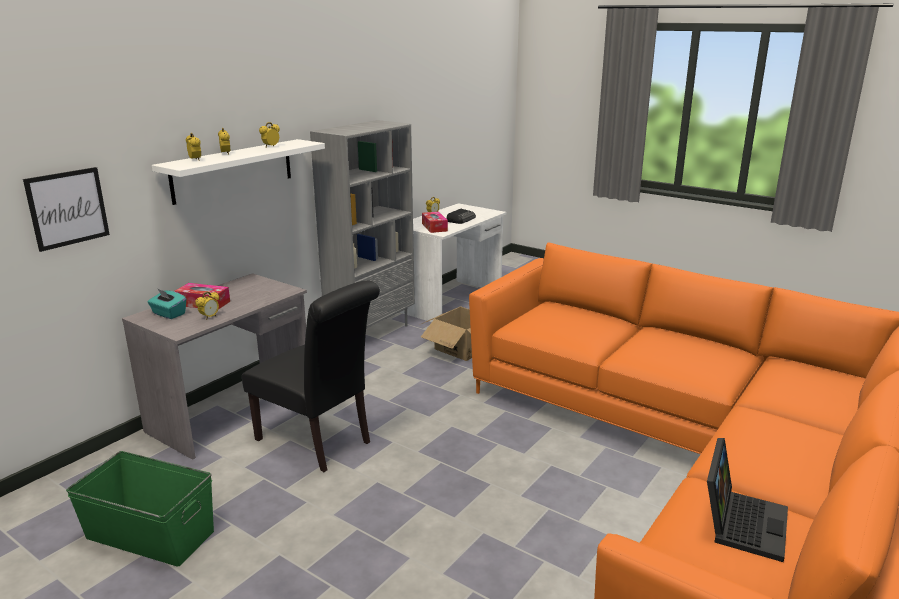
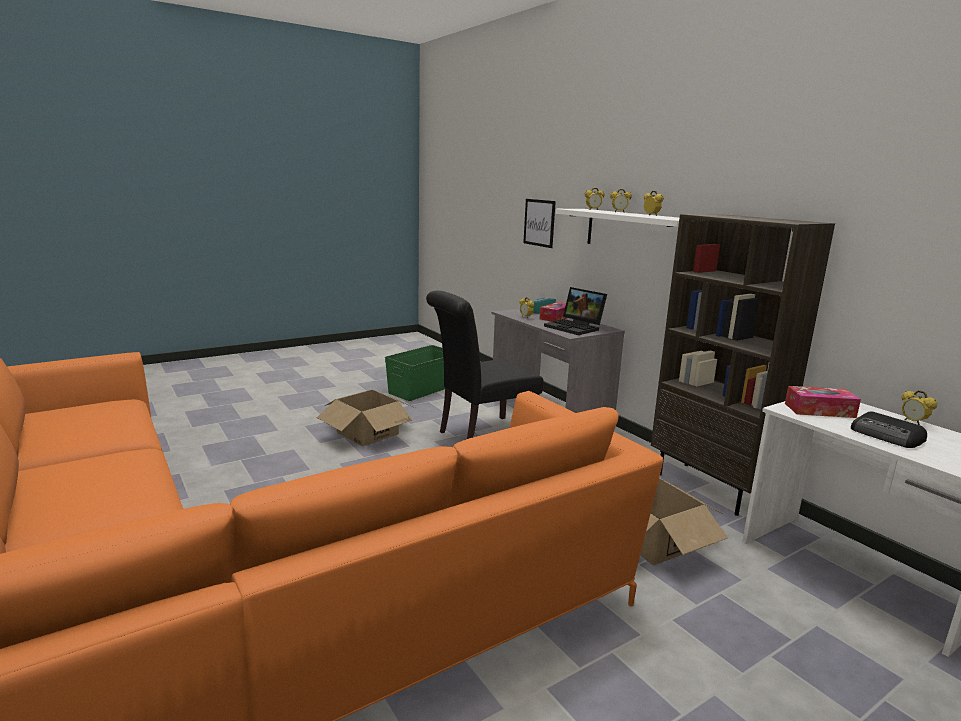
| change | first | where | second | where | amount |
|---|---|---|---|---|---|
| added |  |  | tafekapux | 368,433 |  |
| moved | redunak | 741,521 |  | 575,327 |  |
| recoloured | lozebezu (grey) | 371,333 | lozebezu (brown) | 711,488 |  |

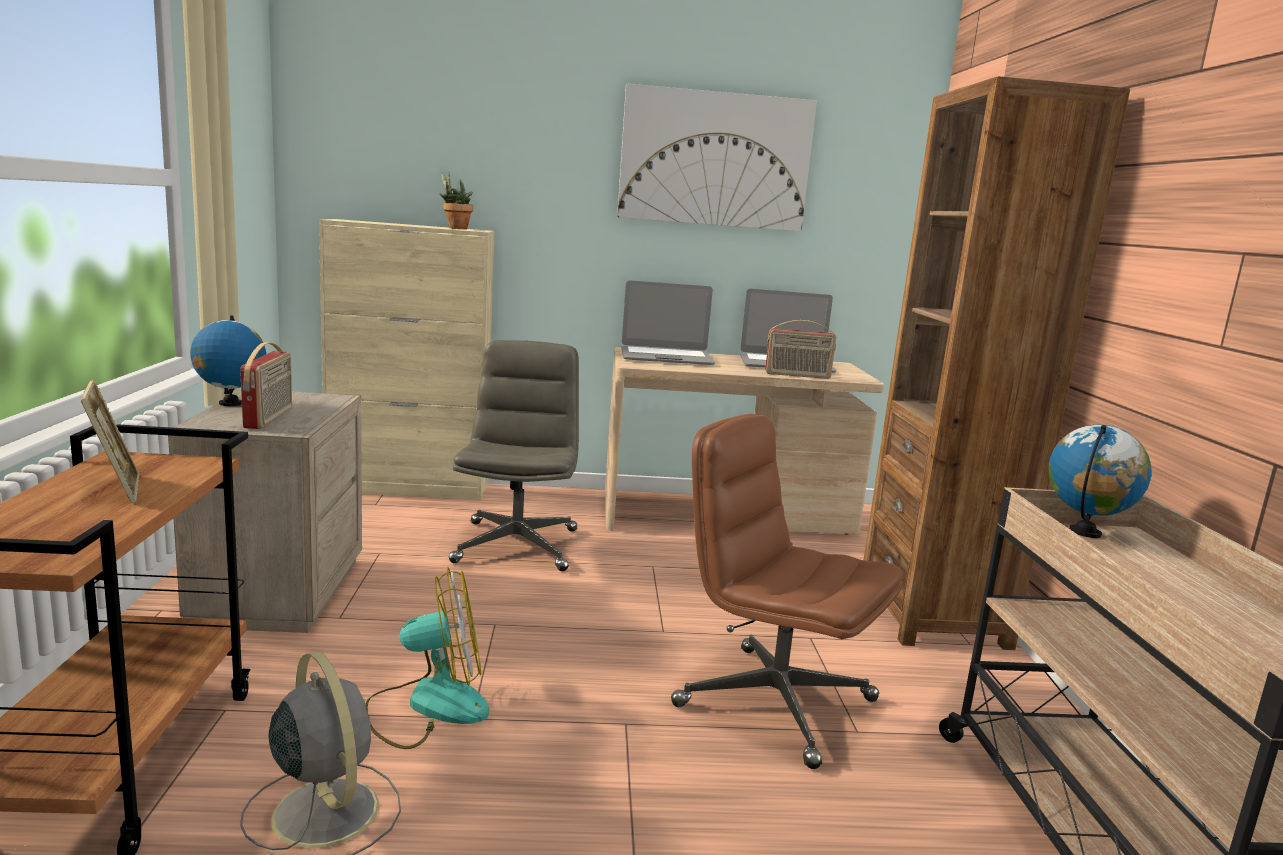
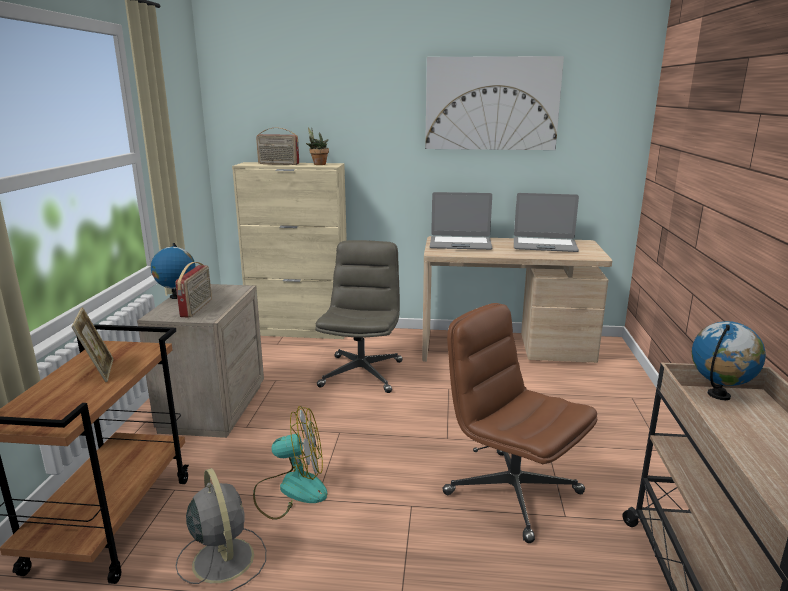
| change | first | where | second | where | amount |
|---|---|---|---|---|---|
| removed | lozebezu (brown) | 932,615 |  |  |  |
| moved | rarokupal | 797,375 |  | 278,164 |  |

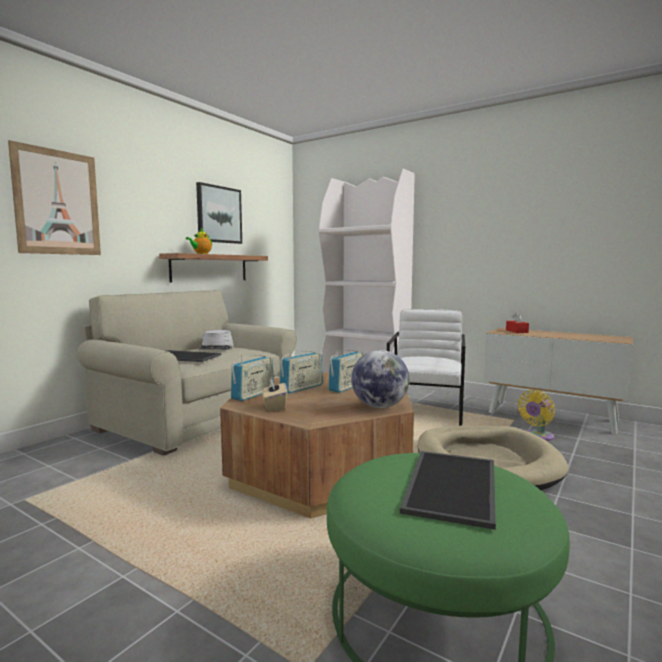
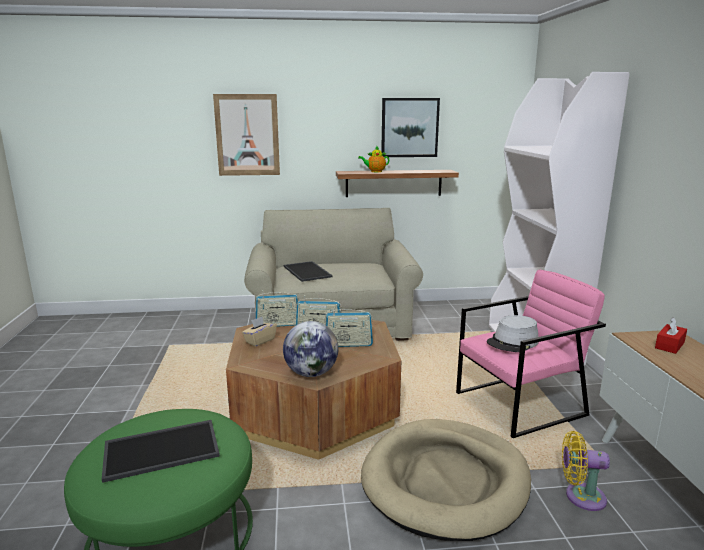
| change | first | where | second | where | amount |
|---|---|---|---|---|---|
| moved | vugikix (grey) | 217,348 |  | 513,342 |  |
| recoloured | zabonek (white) | 426,413 | zabonek (pink) | 520,404 |  |

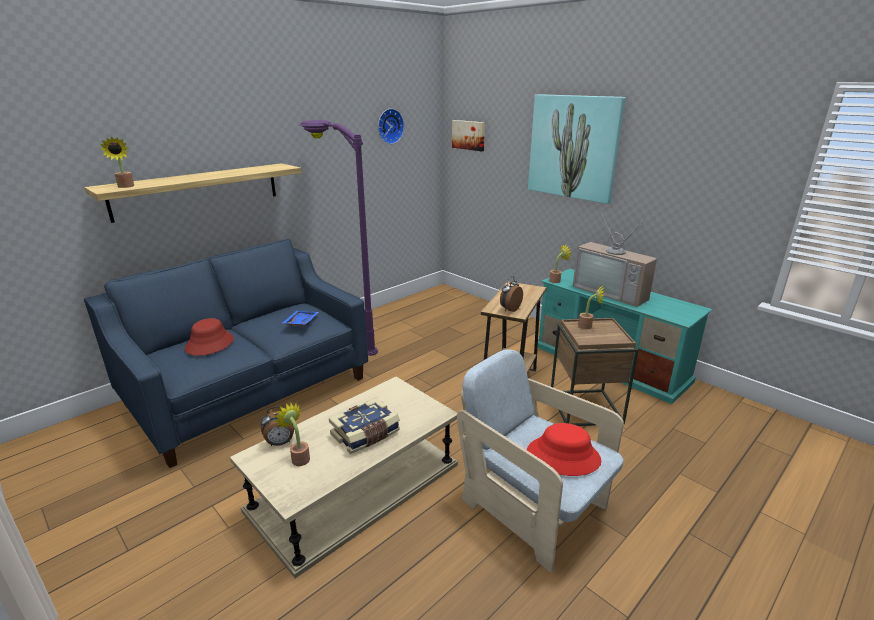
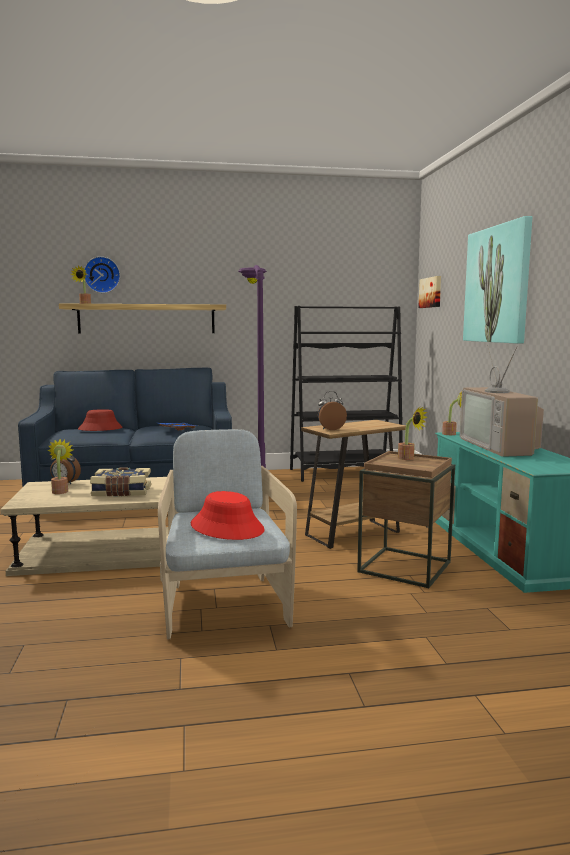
| change | first | where | second | where | amount |
|---|---|---|---|---|---|
| added |  |  | lozebezu (black) | 345,473 |  |
| moved | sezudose | 389,126 |  | 102,275 |  |

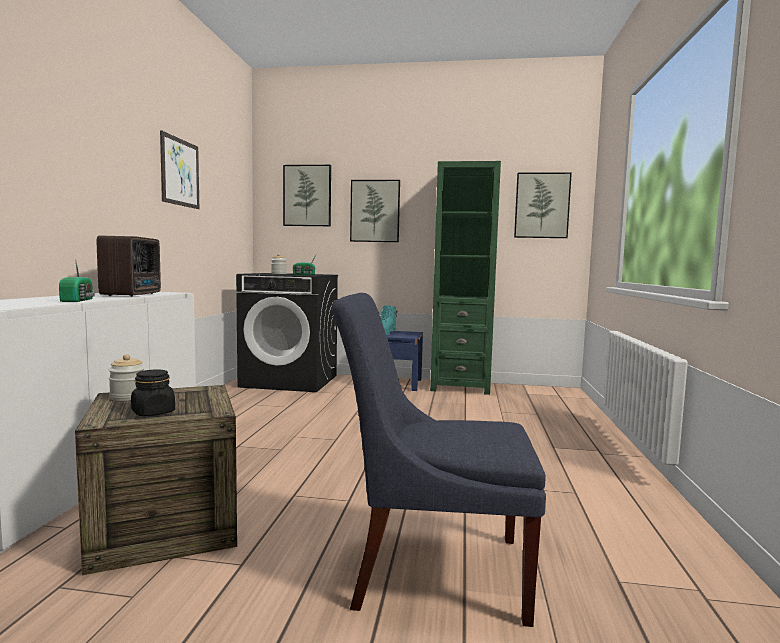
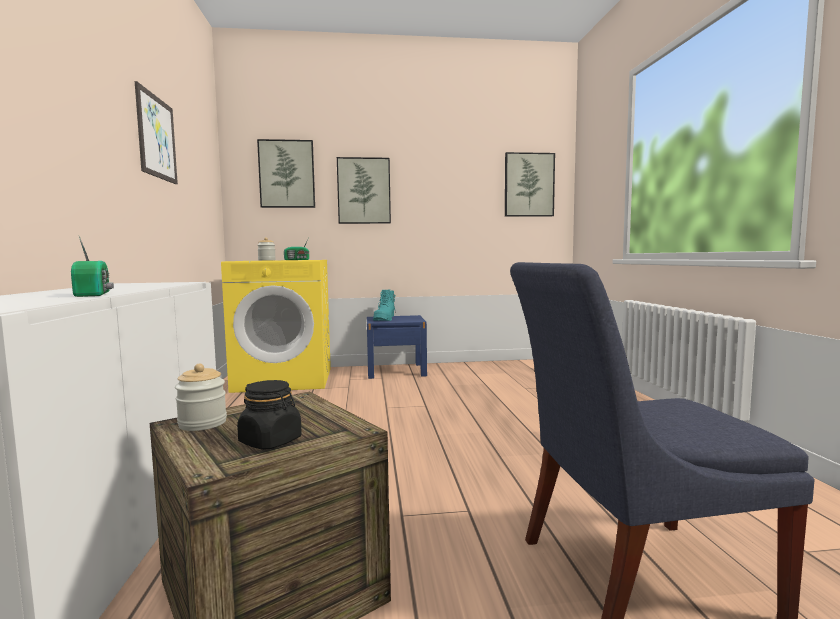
| change | first | where | second | where | amount |
|---|---|---|---|---|---|
| removed | rarokupal | 134,294 |  |  |  |
| removed | lozebezu (green) | 460,387 |  |  |  |
| recoloured | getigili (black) | 290,381 | getigili (yellow) | 285,379 |  |

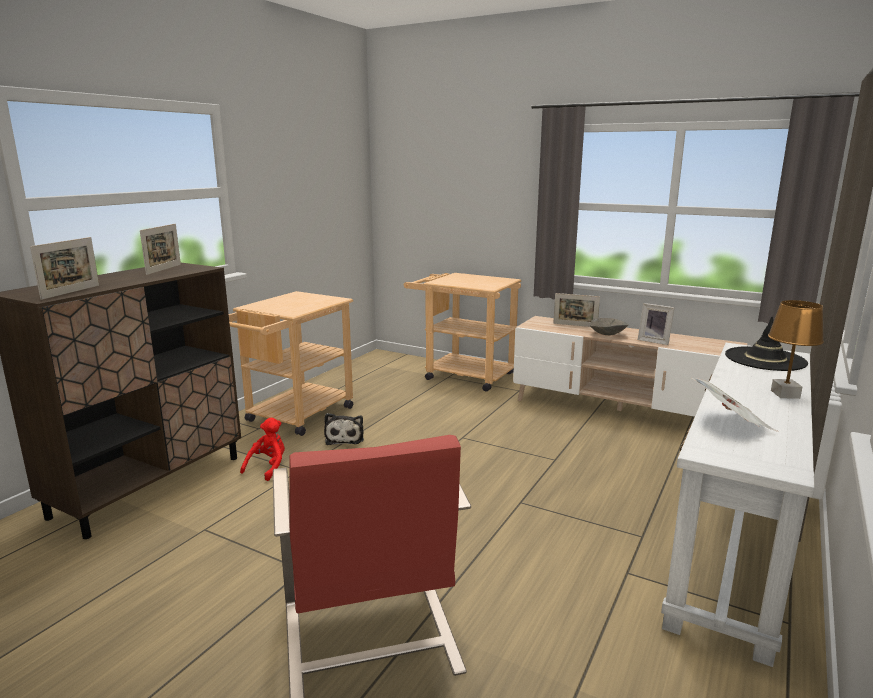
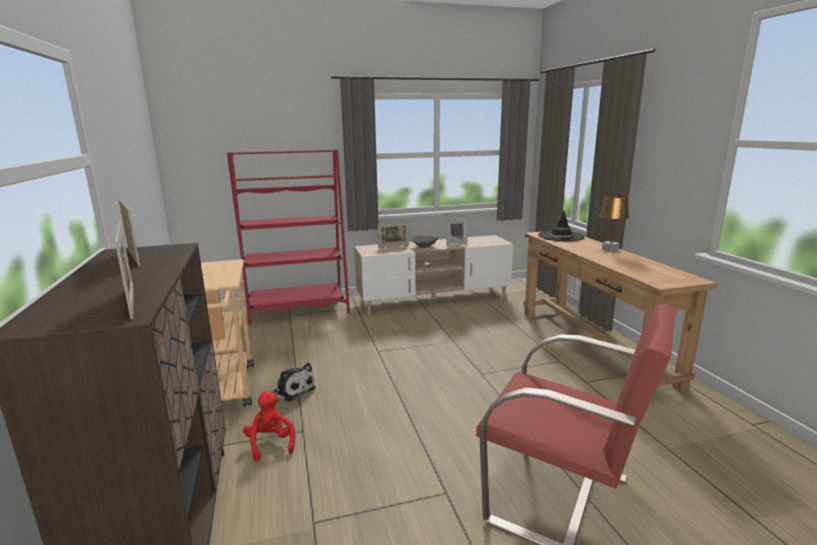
| change | first | where | second | where | amount |
|---|---|---|---|---|---|
| removed | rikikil | 731,424 |  |  |  |
| replaced | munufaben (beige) | 462,375 | lozebezu (red) | 298,310 |  |
| recoloured | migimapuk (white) | 733,543 | migimapuk (brown) | 592,345 |  |

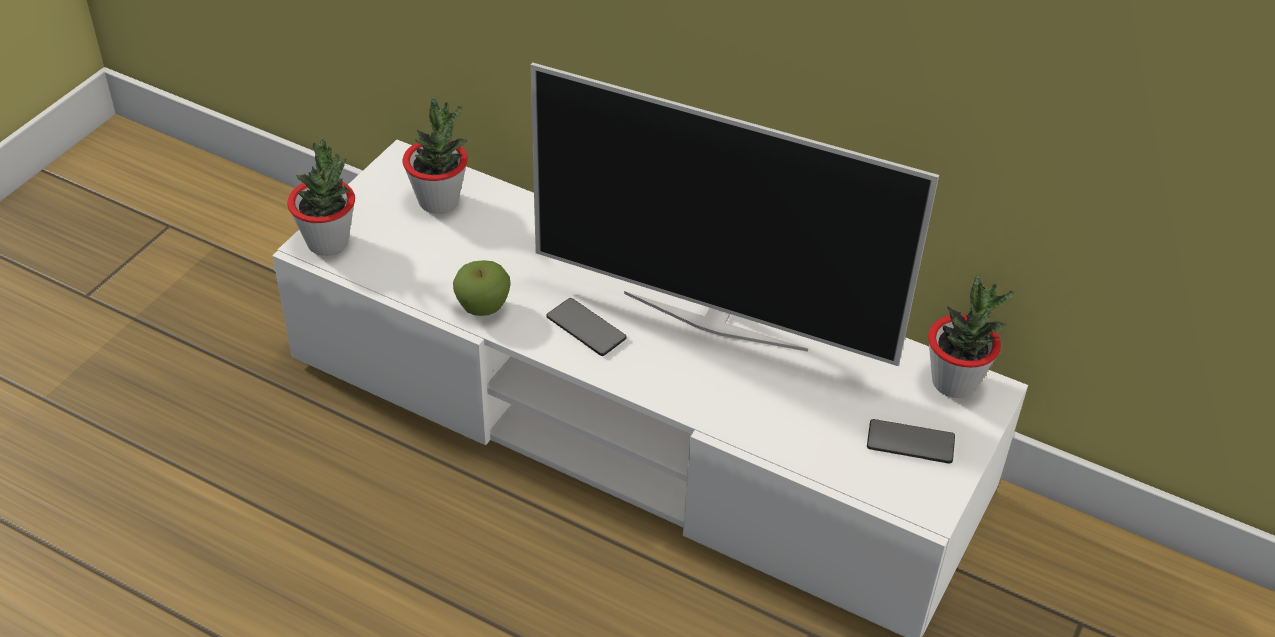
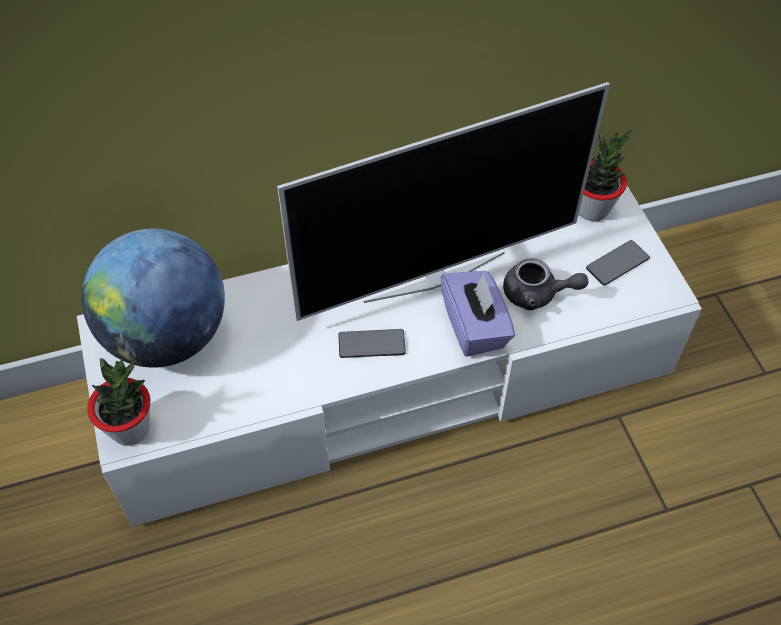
| change | first | where | second | where | amount |
|---|---|---|---|---|---|
| removed | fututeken | 483,308 |  |  |  |
| added |  |  | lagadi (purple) | 475,327 |  |
| added |  |  | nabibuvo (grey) | 537,294 |  |
| replaced | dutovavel | 439,201 | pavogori | 167,336 |  |

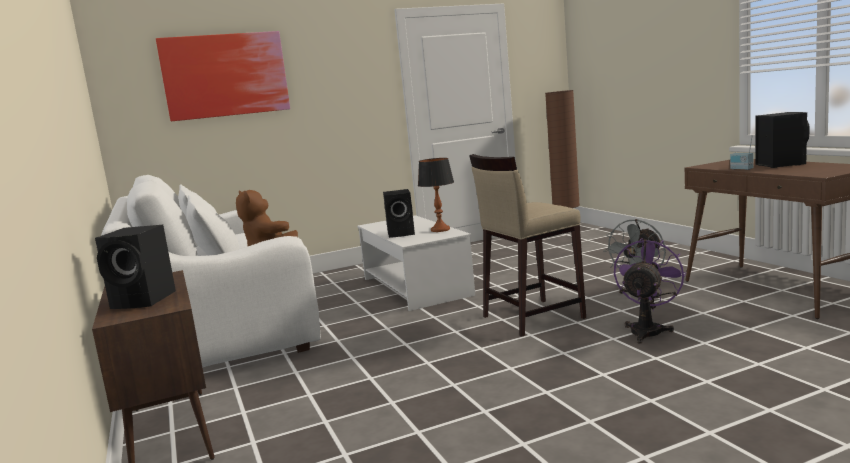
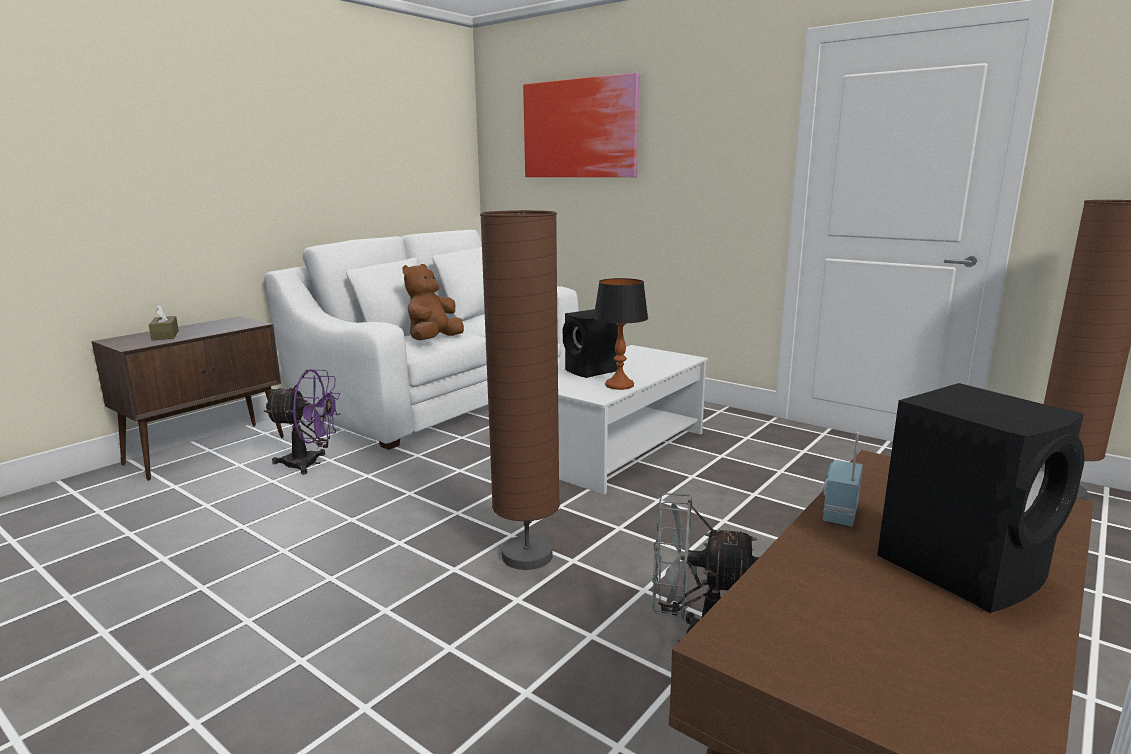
| change | first | where | second | where | amount |
|---|---|---|---|---|---|
| moved | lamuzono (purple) | 648,330 |  | 310,463 |  |
| replaced | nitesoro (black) | 145,300 | lagadi (brown) | 165,335 |  |
| replaced | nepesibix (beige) | 532,317 | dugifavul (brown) | 527,556 |  |

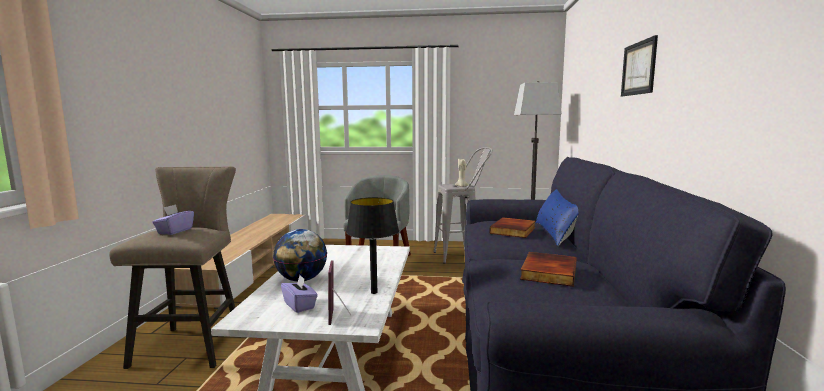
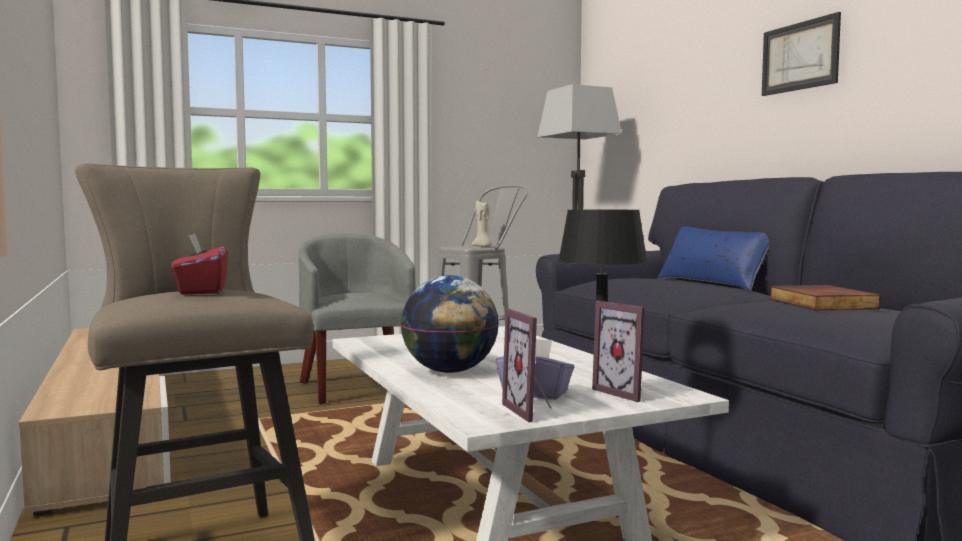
| change | first | where | second | where | amount |
|---|---|---|---|---|---|
| removed | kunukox | 514,230 |  |  |  |
| added |  |  | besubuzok | 532,411 |  |
| recoloured | lagadi (purple) | 175,231 | lagadi (red) | 201,291 |  |

